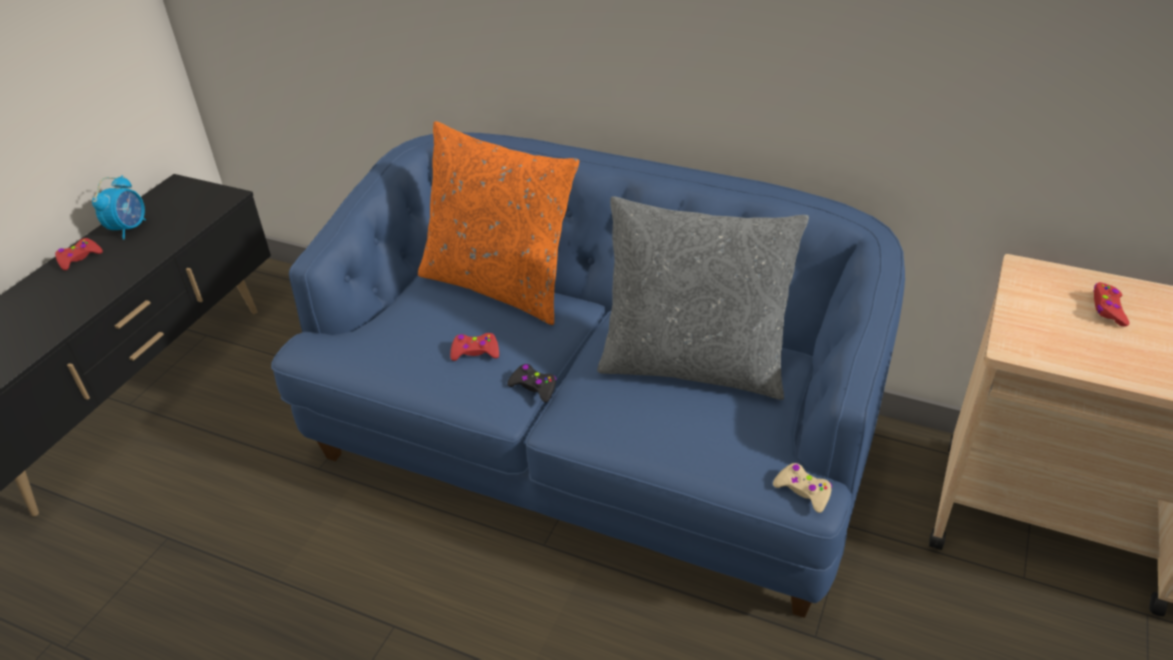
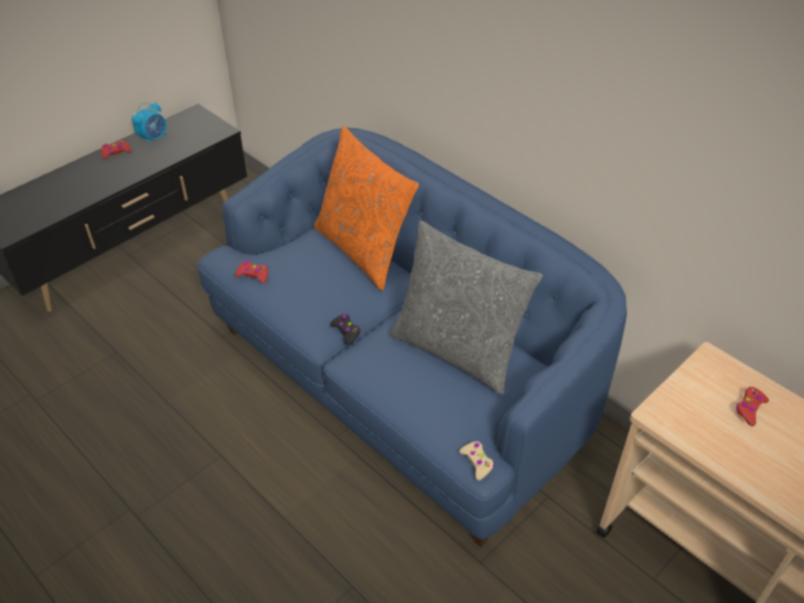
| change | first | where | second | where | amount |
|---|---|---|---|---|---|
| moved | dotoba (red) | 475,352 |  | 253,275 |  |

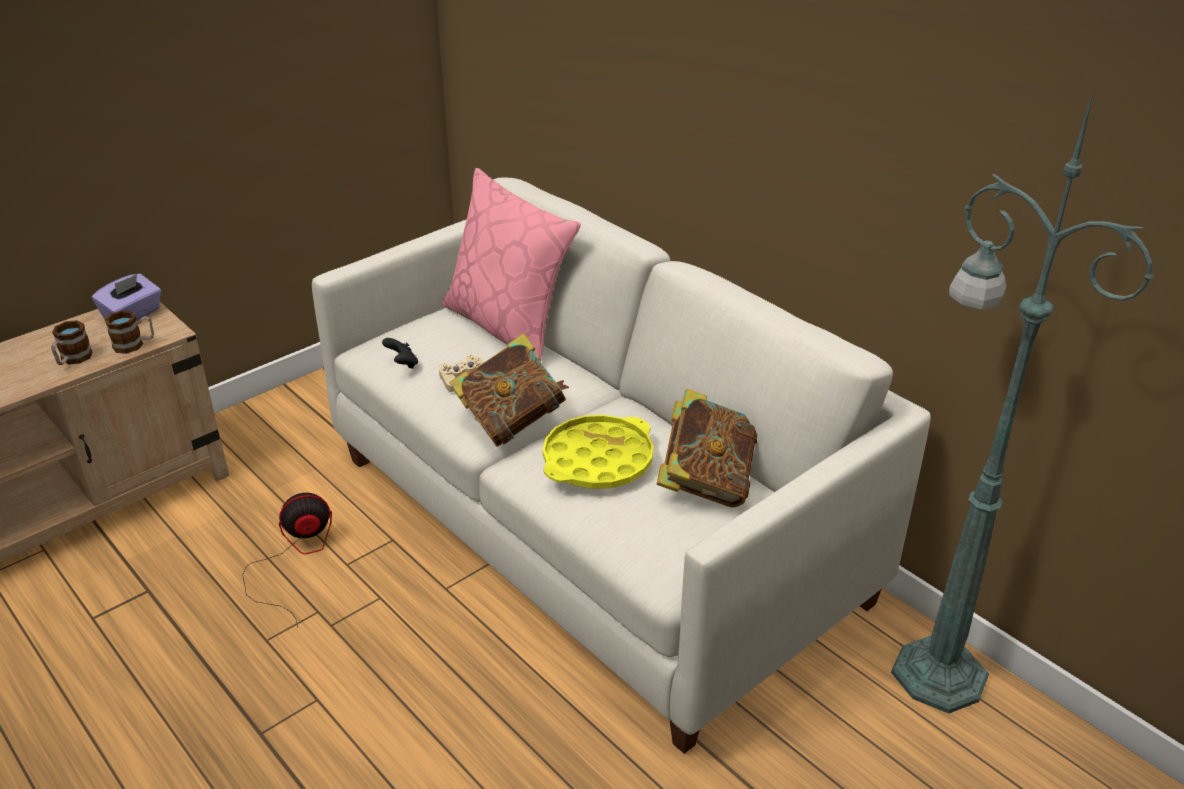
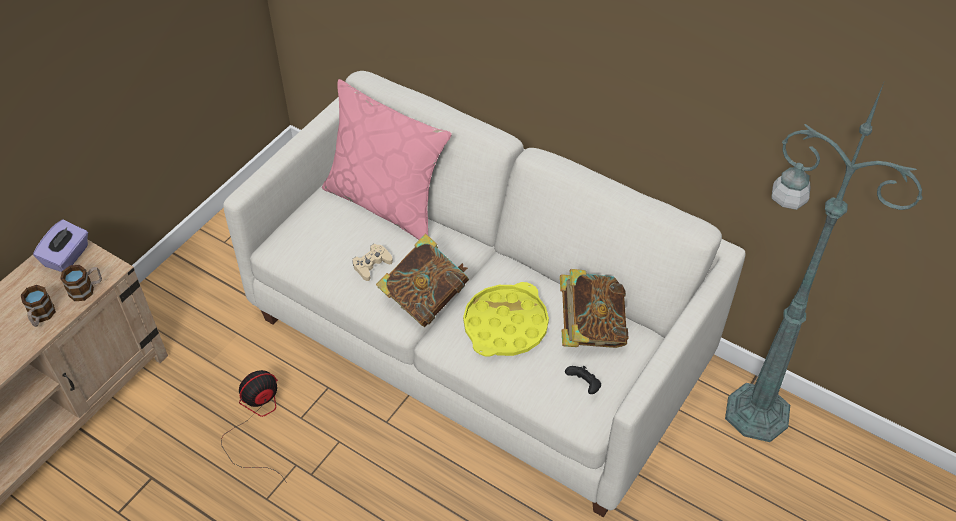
| change | first | where | second | where | amount |
|---|---|---|---|---|---|
| moved | dotoba (black) | 402,364 |  | 584,385 |  |

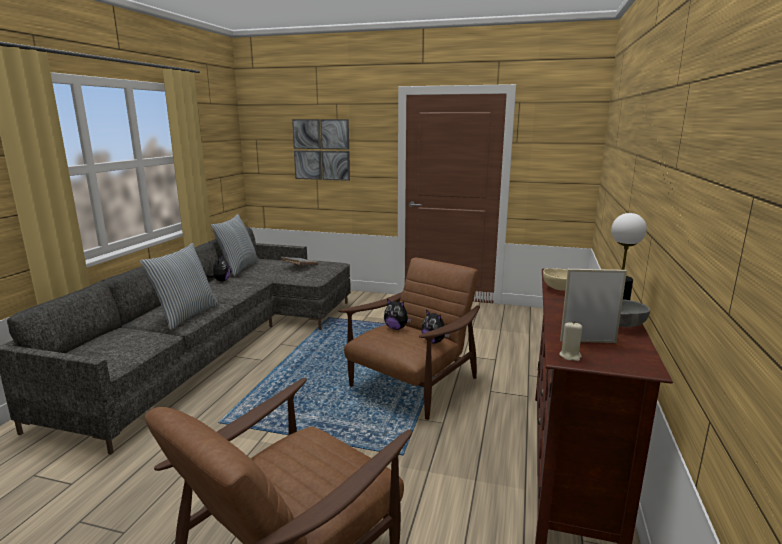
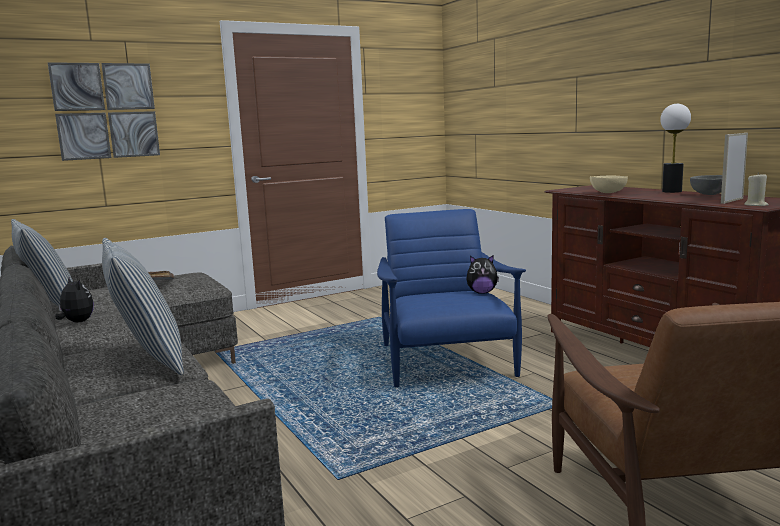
| change | first | where | second | where | amount |
|---|---|---|---|---|---|
| removed | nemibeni | 396,328 |  |  |  |
| recoloured | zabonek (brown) | 412,384 | zabonek (blue) | 446,362 |  |

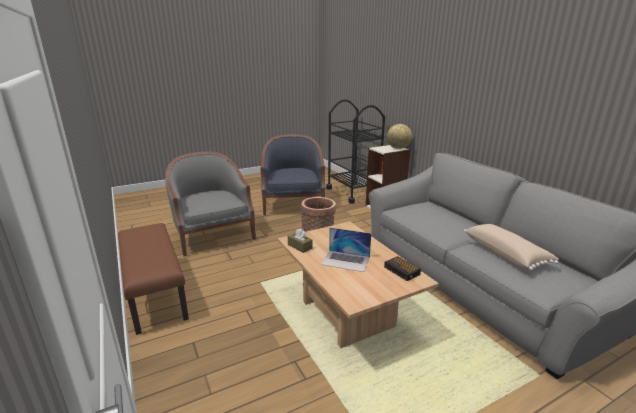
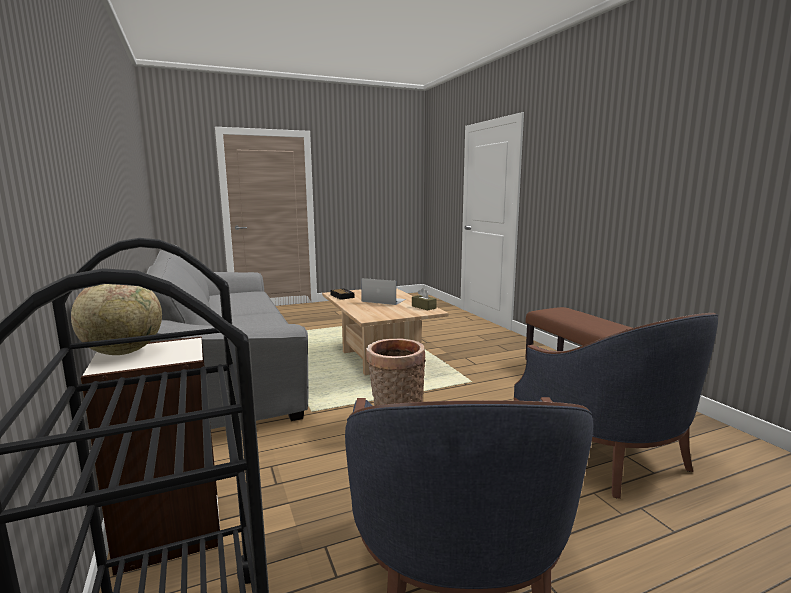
| change | first | where | second | where | amount |
|---|---|---|---|---|---|
| removed | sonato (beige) | 506,254 |  |  |  |
| recoloured | zabonek (grey) | 213,235 | zabonek (blue) | 604,453 |  |

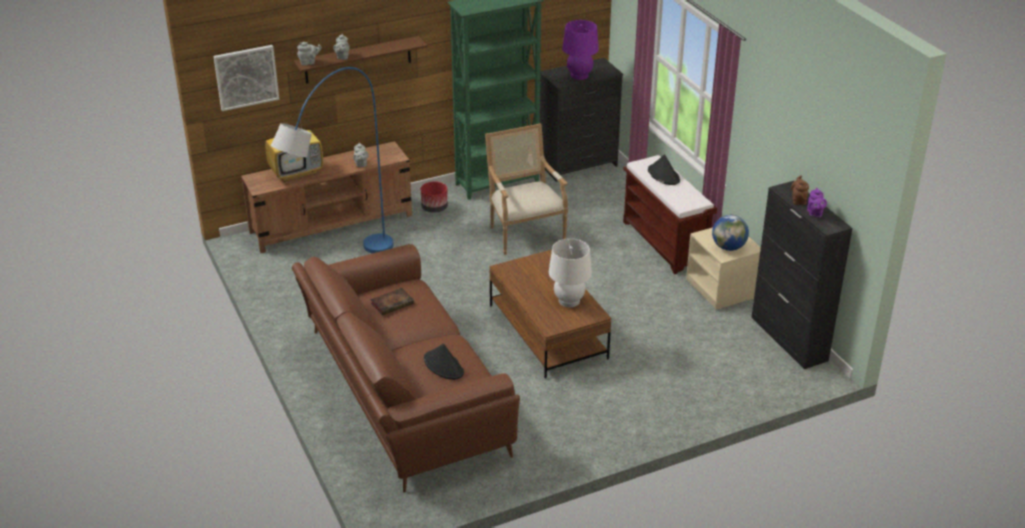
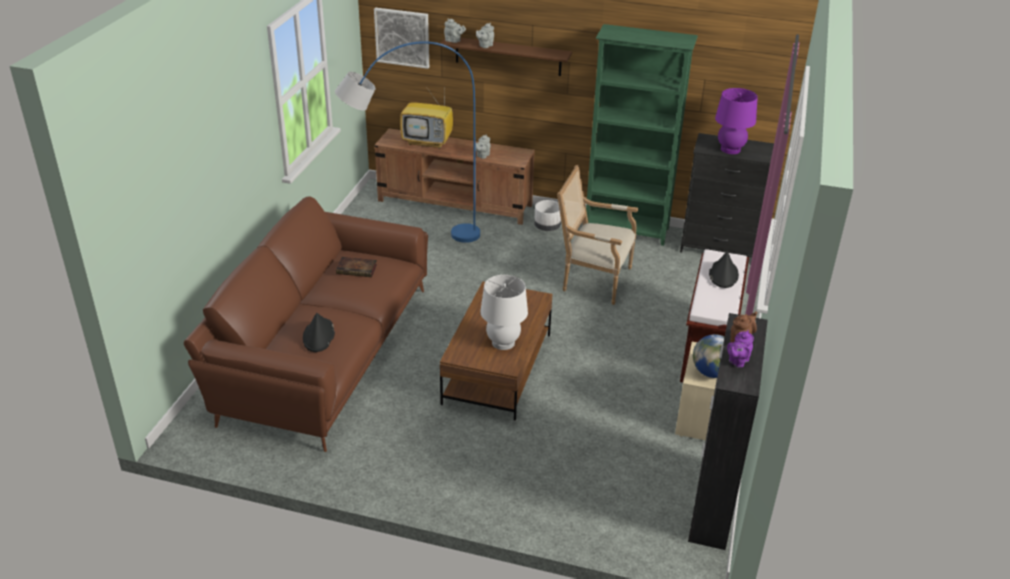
| change | first | where | second | where | amount |
|---|---|---|---|---|---|
| recoloured | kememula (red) | 434,208 | kememula (white) | 547,227 |  |
| turned | zabonek | 524,233 |  | 592,280 | 90 degrees counterclockwise |

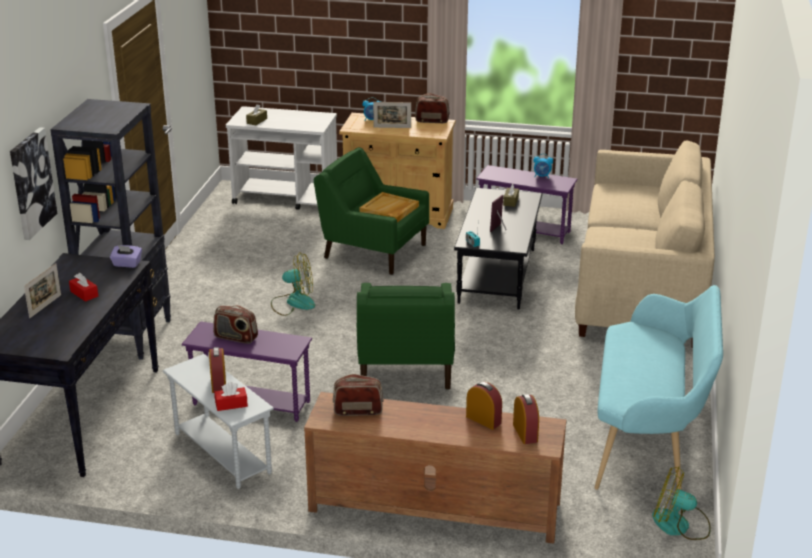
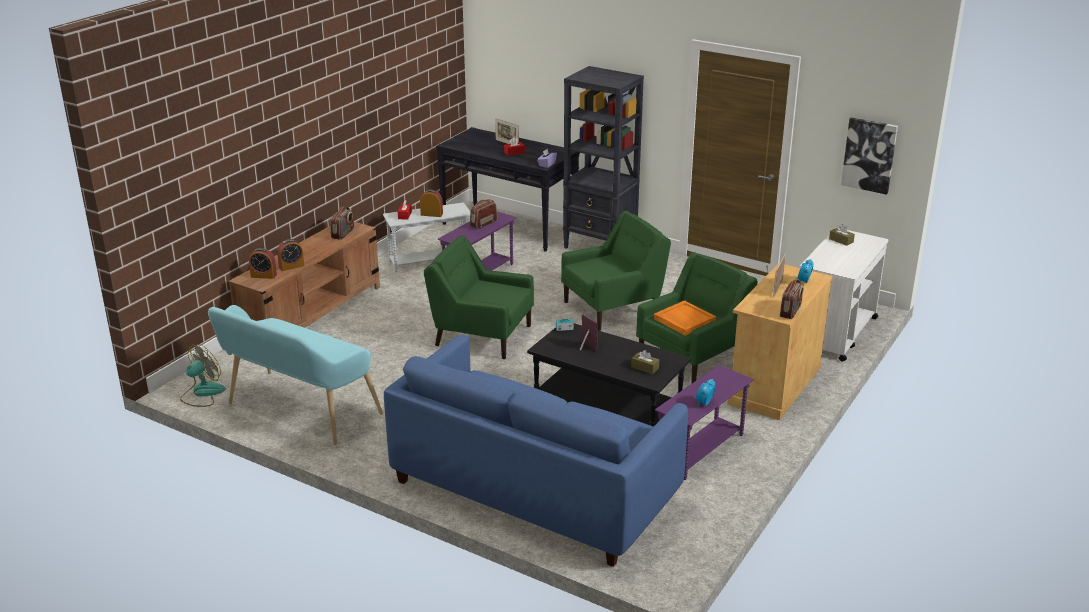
| change | first | where | second | where | amount |
|---|---|---|---|---|---|
| moved | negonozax | 31,183 |  | 869,155 |  |
| replaced | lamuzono | 293,303 | zabonek (green) | 613,307 |  |
| recoloured | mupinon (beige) | 389,210 | mupinon (orange) | 684,320 |  |
| recoloured | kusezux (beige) | 641,286 | kusezux (blue) | 534,489 |  |

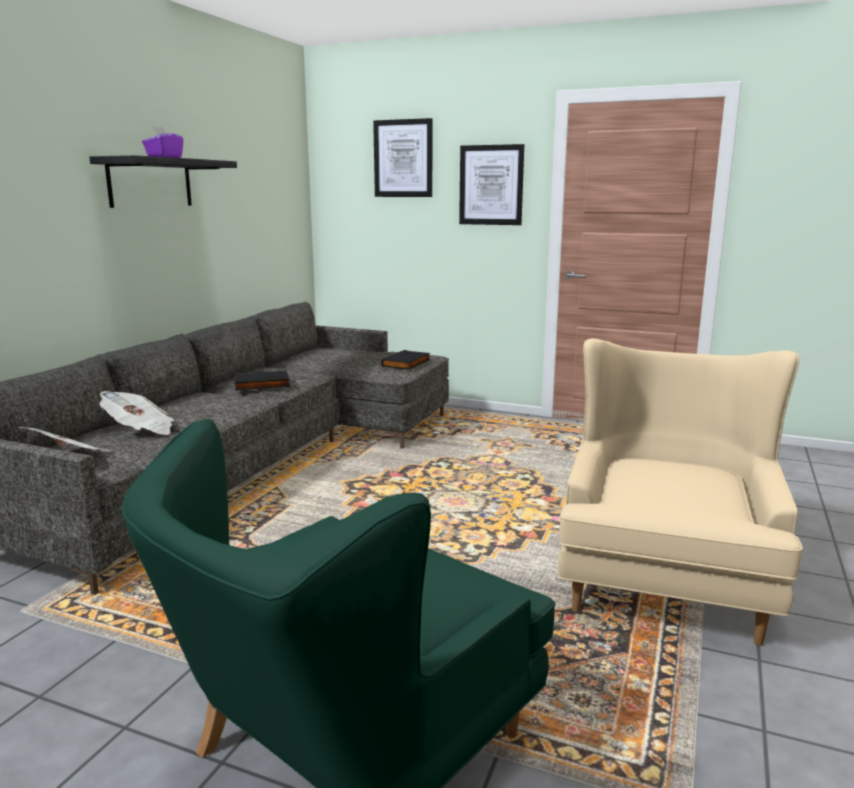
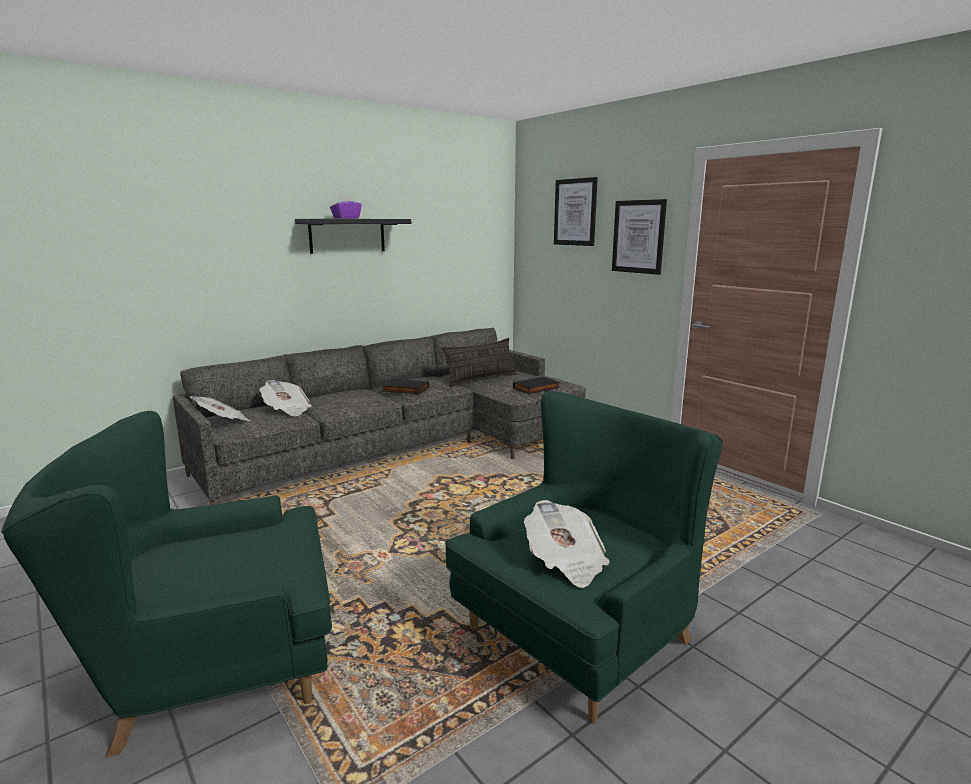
| change | first | where | second | where | amount |
|---|---|---|---|---|---|
| added |  |  | sonato | 481,379 |  |
| added |  |  | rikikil | 565,562 |  |
| recoloured | zabonek (beige) | 664,580 | zabonek (green) | 583,631 |  |

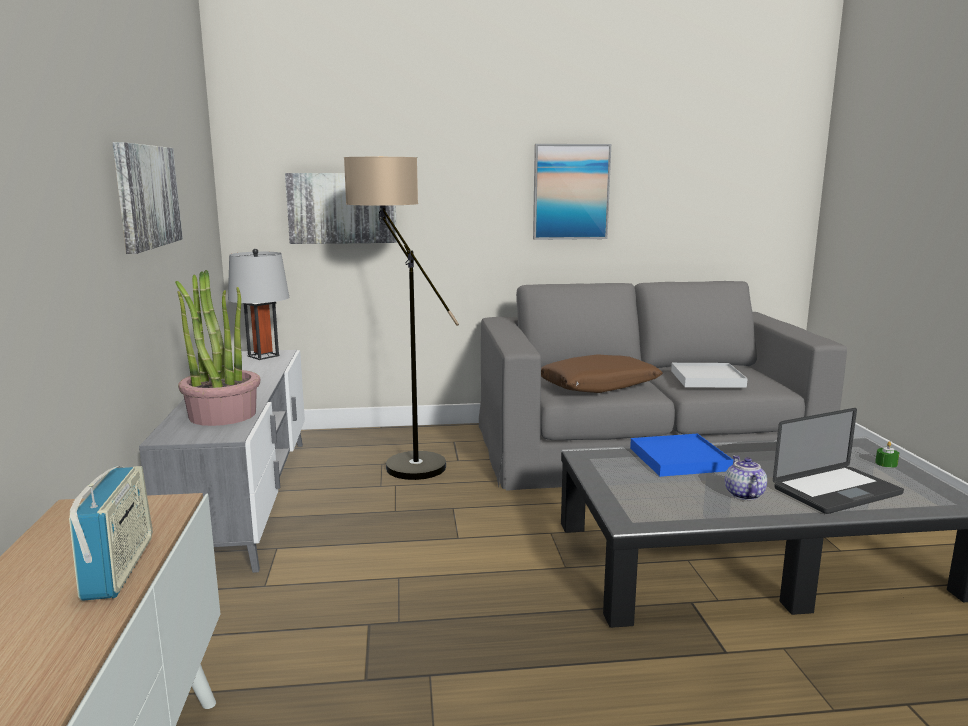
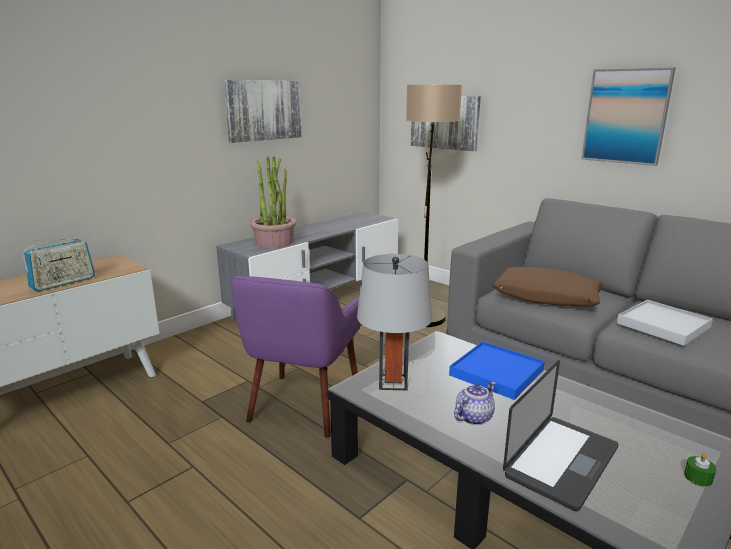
| change | first | where | second | where | amount |
|---|---|---|---|---|---|
| added |  |  | zabonek (purple) | 303,405 |  |
| moved | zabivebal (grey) | 263,356 |  | 393,382 |  |
| turned | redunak | 837,491 |  | 561,461 | 75 degrees counterclockwise |

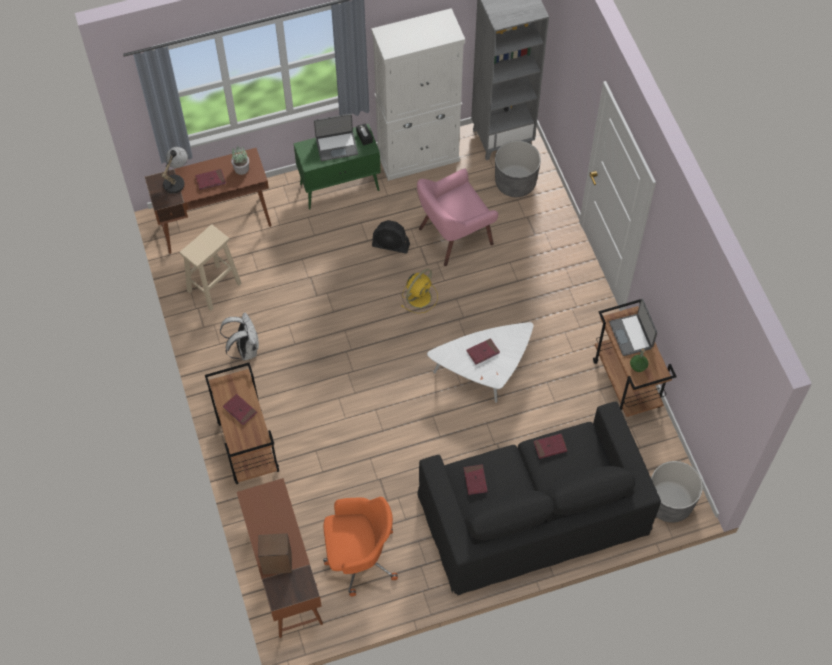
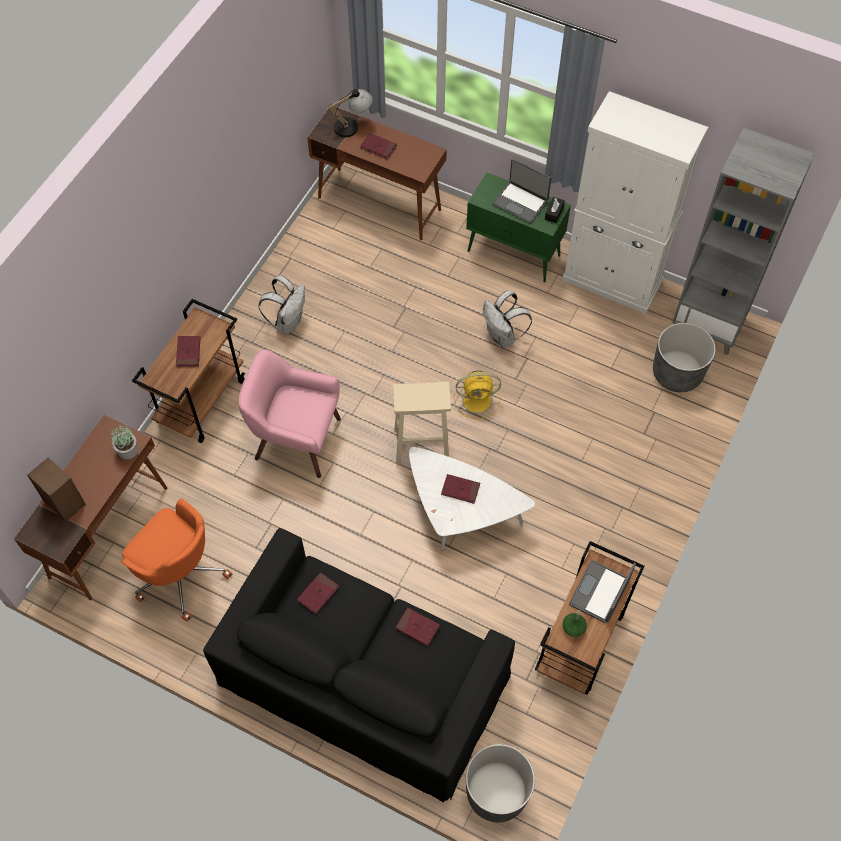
| change | first | where | second | where | amount |
|---|---|---|---|---|---|
| moved | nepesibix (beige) | 213,288 |  | 420,445 |  |
| moved | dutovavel | 242,168 |  | 128,451 |  |
| moved | zabonek (pink) | 454,236 |  | 296,439 |  |
| replaced | lamuzono (black) | 391,245 | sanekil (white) | 503,336 |  |

